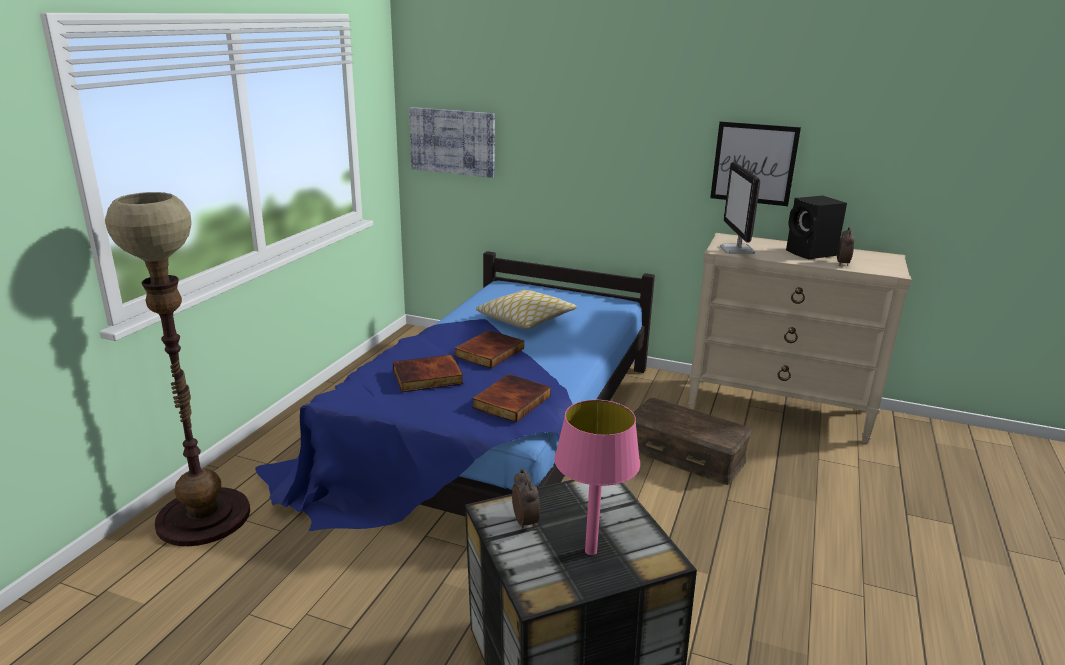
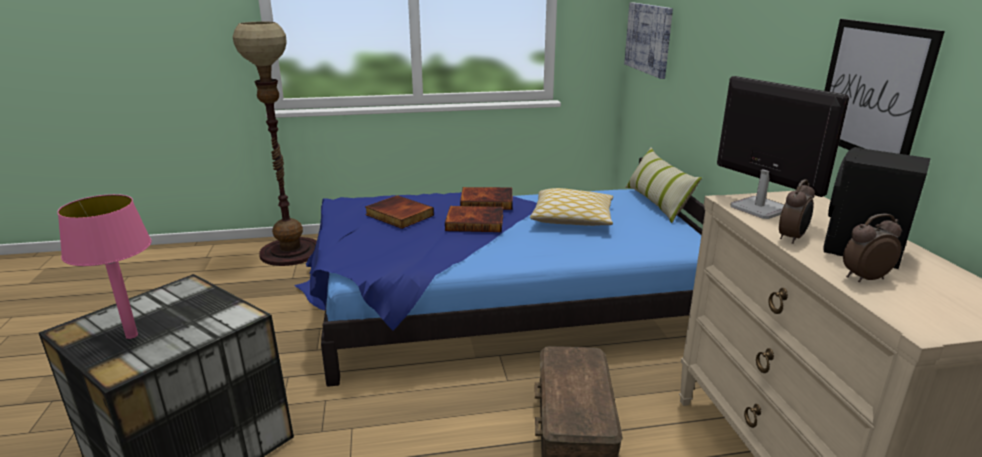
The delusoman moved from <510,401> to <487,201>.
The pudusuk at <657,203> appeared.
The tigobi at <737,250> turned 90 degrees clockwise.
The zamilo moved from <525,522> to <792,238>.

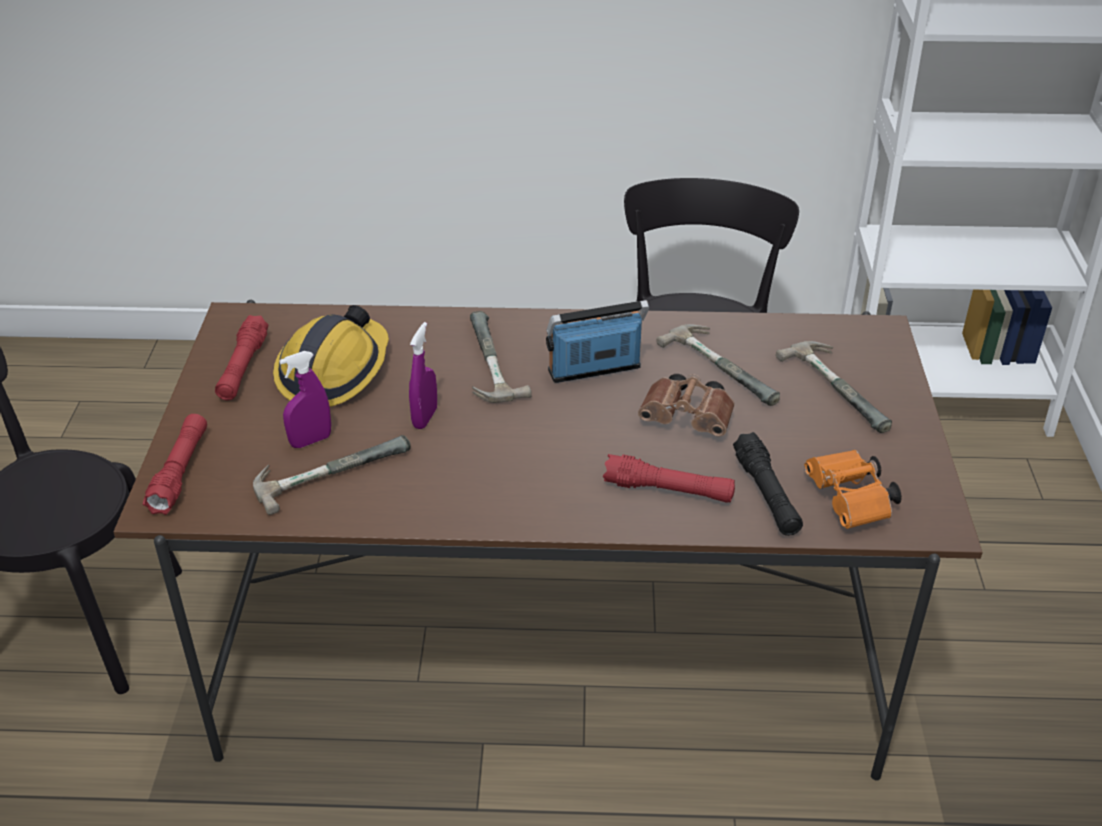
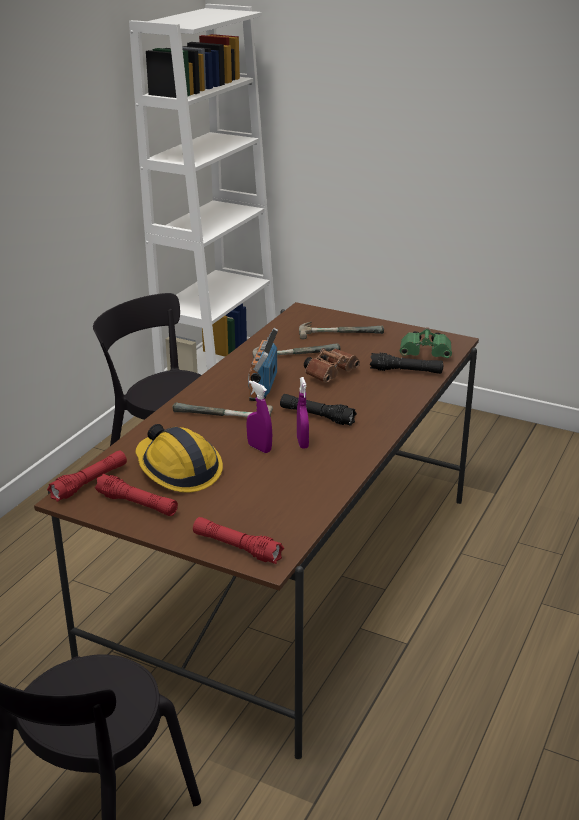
The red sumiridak moved from <668,490> to <89,482>.
The black sumiridak at <317,416> appeared.
The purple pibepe moved from <310,441> to <302,443>.
The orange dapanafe at <851,502> became the green dapanafe at <426,354>.
The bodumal at <329,469> disappeared.

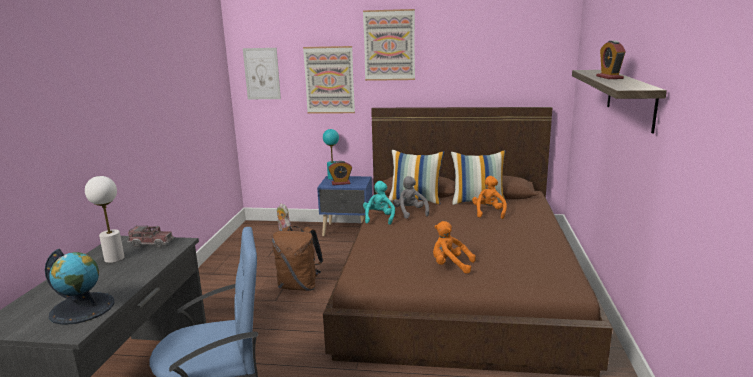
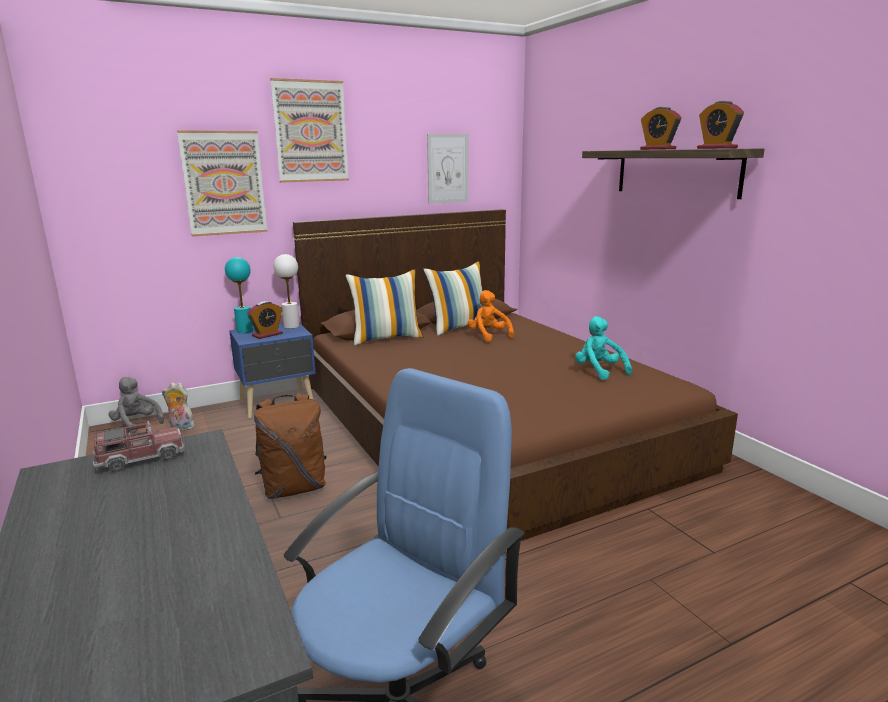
The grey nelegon moved from <410,213> to <136,424>.
The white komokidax moved from <114,258> to <291,326>.
The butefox moved from <262,73> to <448,168>.
The turquoise nelegon moved from <379,218> to <599,371>.
The zamilo at <716,148> appeared.
The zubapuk at <82,308> disappeared.
The orange nelegon at <450,266> disappeared.

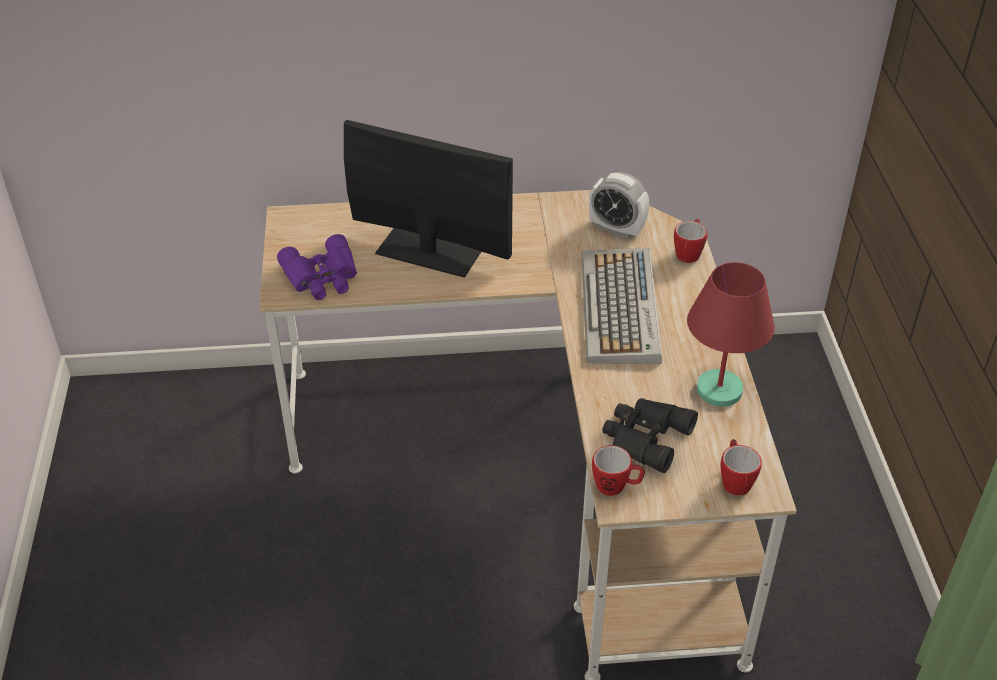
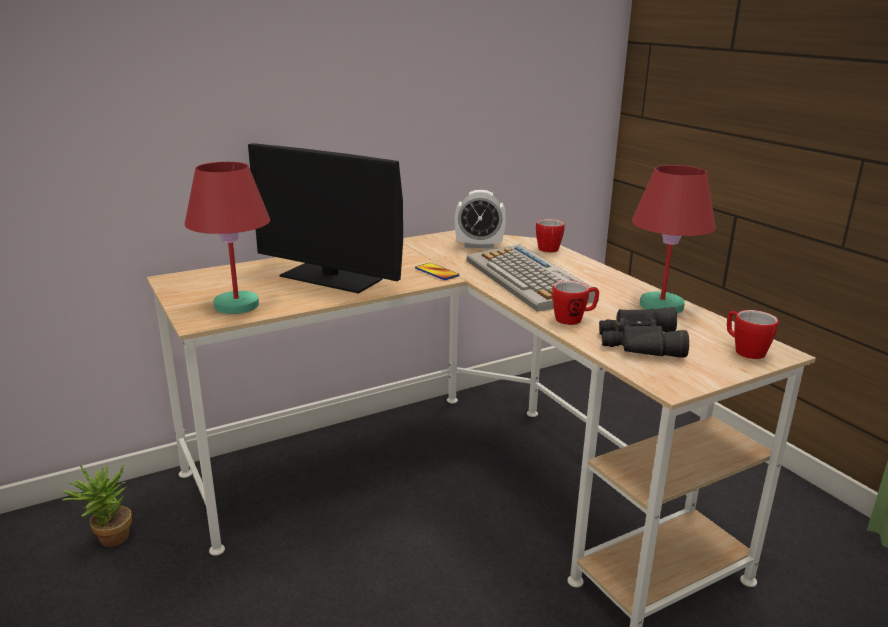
The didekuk at <108,540> appeared.
The purple dapanafe at <322,277> was replaced by the red komokidax at <236,306>.
The tigobi at <428,252> turned 150 degrees counterclockwise.
The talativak at <437,272> appeared.
The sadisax moved from <616,486> to <574,319>.

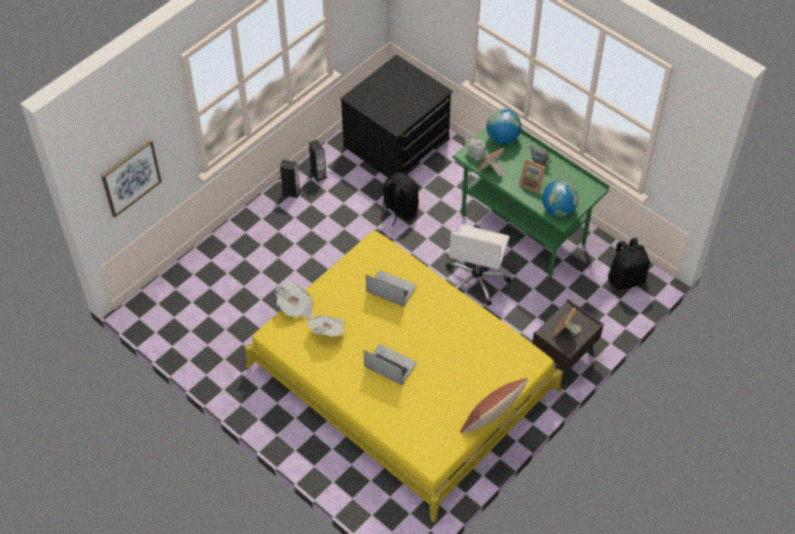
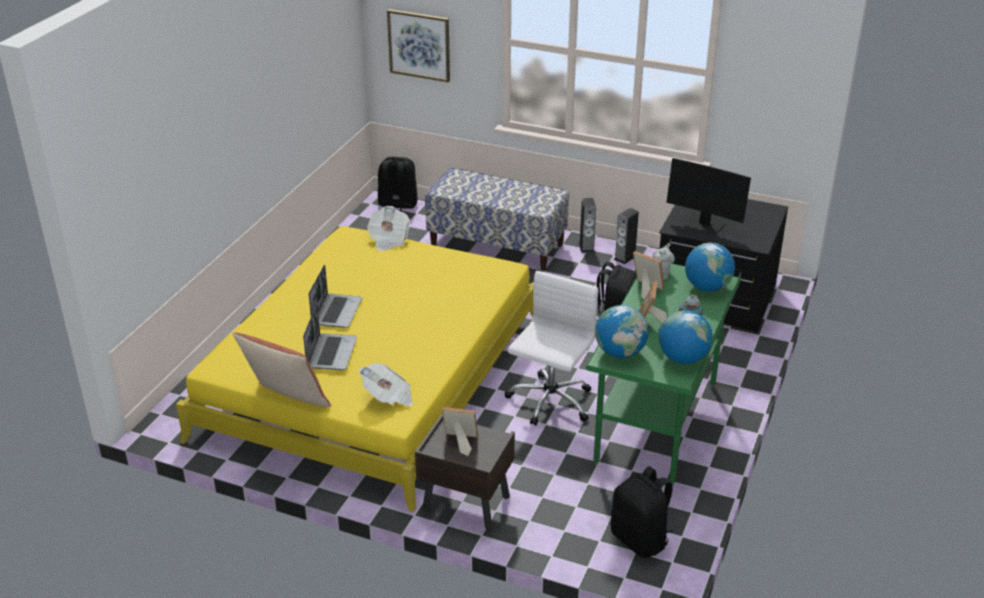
The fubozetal moved from <390,289> to <331,353>.
The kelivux moved from <328,331> to <388,397>.
The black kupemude at <397,205> appeared.
The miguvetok at <497,245> appeared.
The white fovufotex at <476,280> turned 120 degrees clockwise.
The zubapuk at <683,358> appeared.
The tigobi at <704,224> appeared.

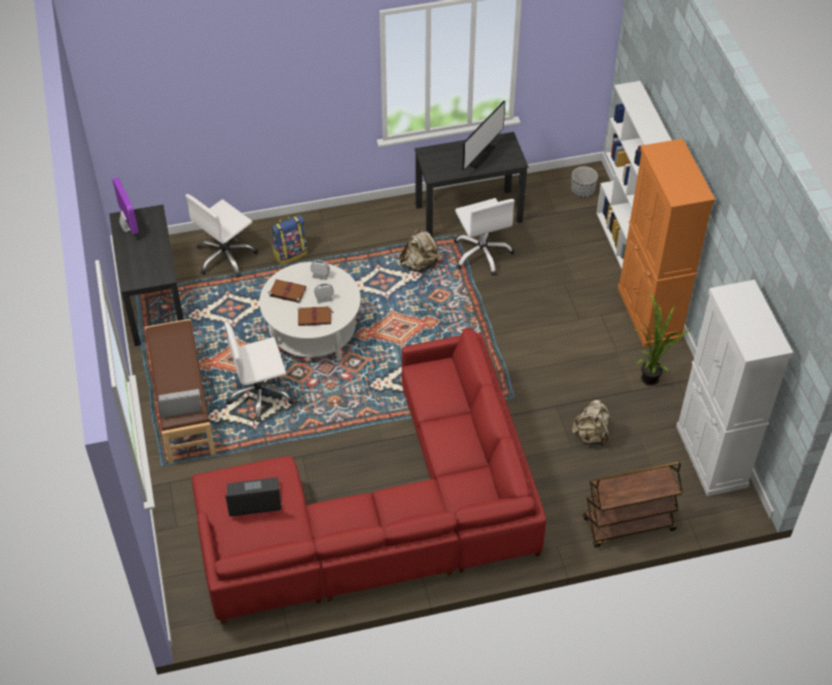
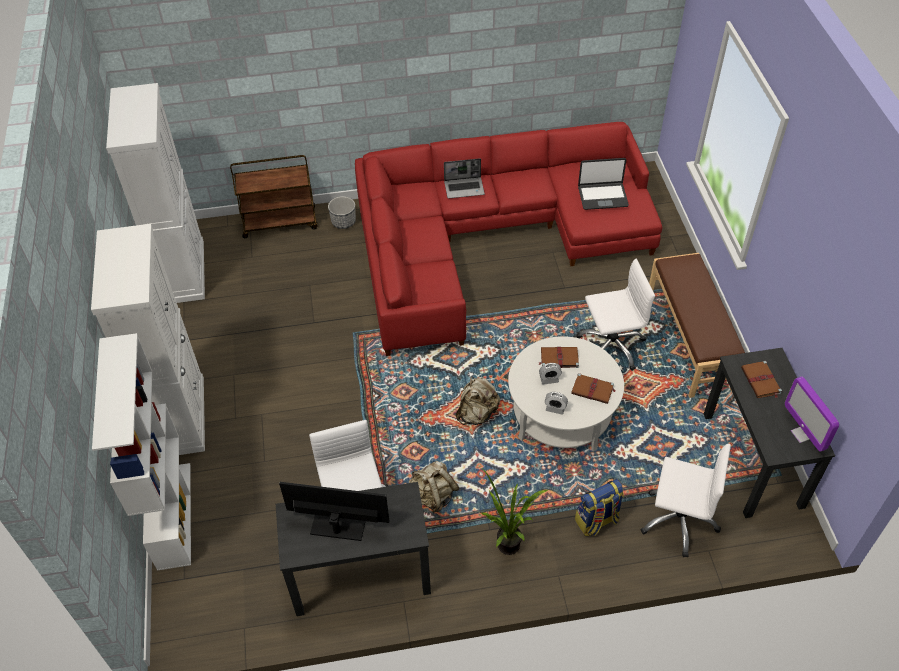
The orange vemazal at <649,314> became the white vemazal at <181,416>.
The tigobi at <479,155> turned 60 degrees clockwise.
The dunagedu moved from <582,191> to <343,222>.
The fubozetal moved from <179,405> to <464,188>.
The beige kupemude moved from <591,435> to <477,414>.
The didekuk moved from <650,376> to <507,550>.
The white fovufotex at <226,257> turned 60 degrees clockwise.
The brown delusoman at <761,381> appeared.

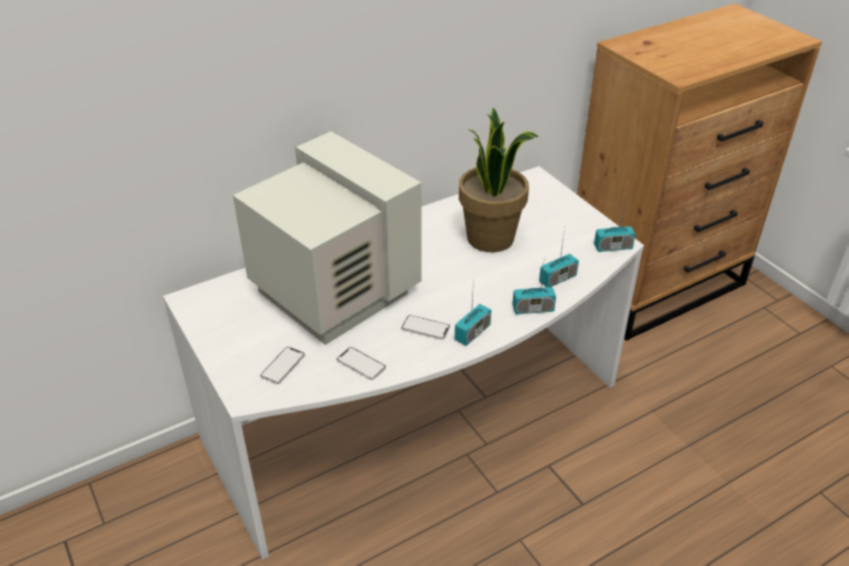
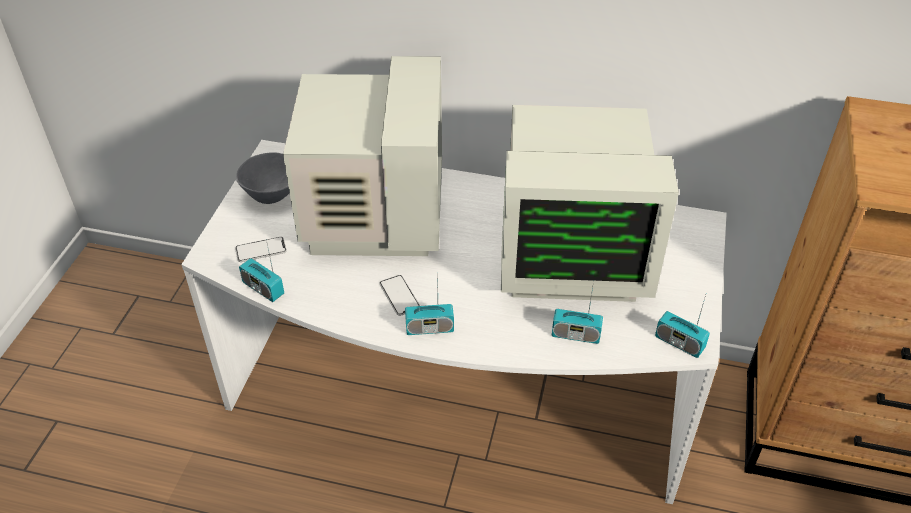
The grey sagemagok at <273,195> appeared.
The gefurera moved from <533,309> to <263,288>.
The didekuk at <491,238> was replaced by the tigobi at <570,255>.
The talativak at <361,364> disappeared.

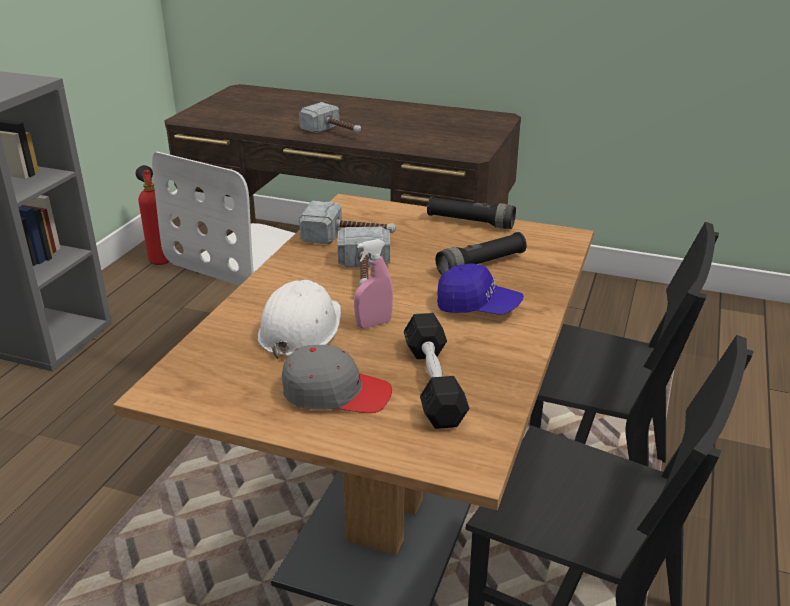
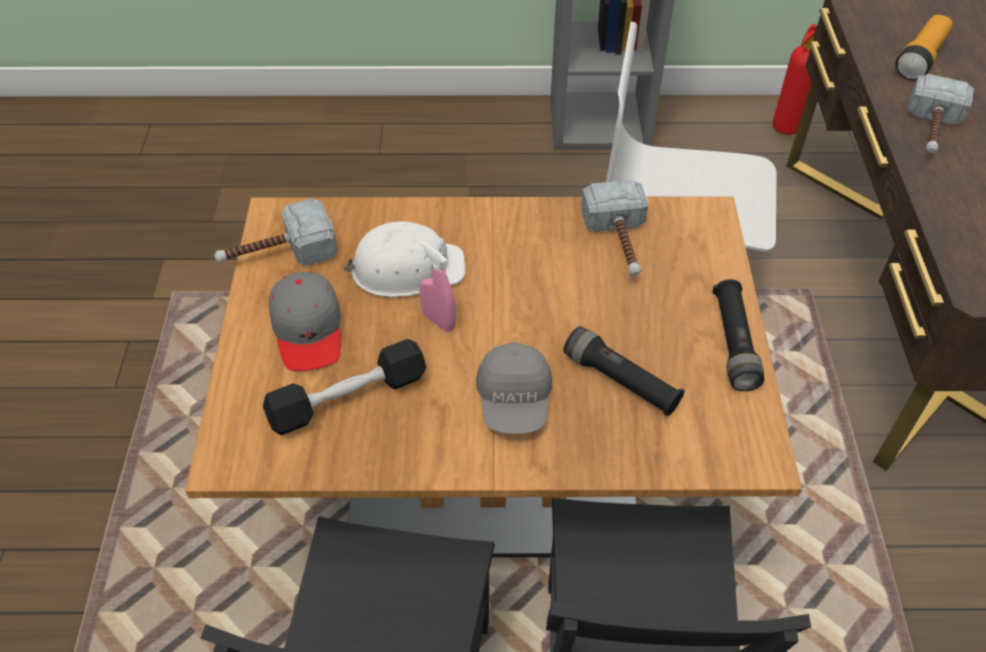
The bodumal moved from <364,275> to <277,254>.
The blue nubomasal at <478,307> became the grey nubomasal at <514,401>.
The sumiridak at <920,59> appeared.

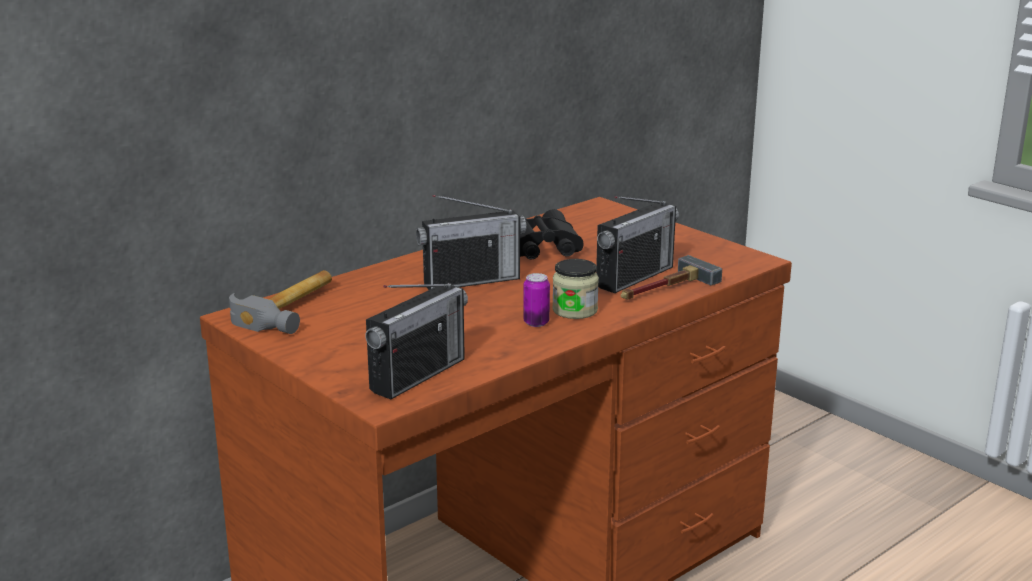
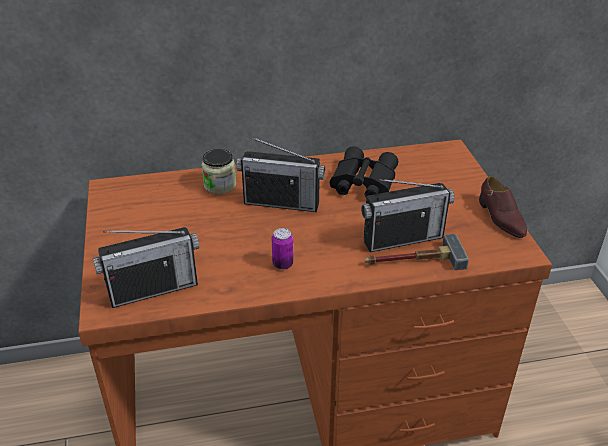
The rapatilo moved from <575,310> to <220,185>.
The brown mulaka at <500,218> appeared.
The bodumal at <293,308> disappeared.

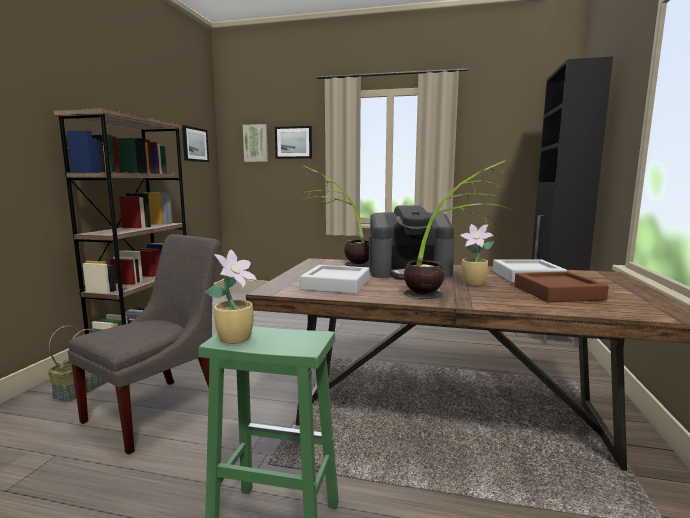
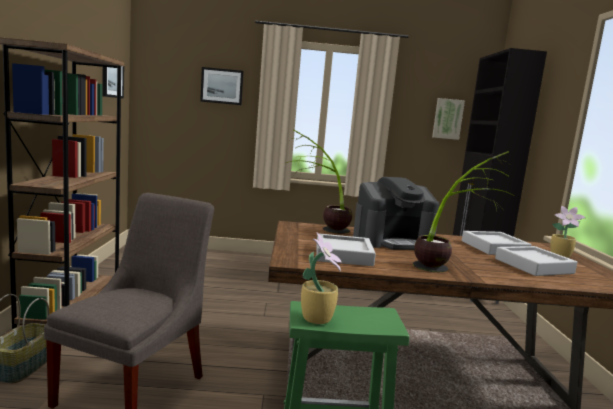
The butefox moved from <256,143> to <447,119>.
The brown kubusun at <557,293> became the grey kubusun at <533,266>.
The didekuk moved from <474,283> to <561,256>.

